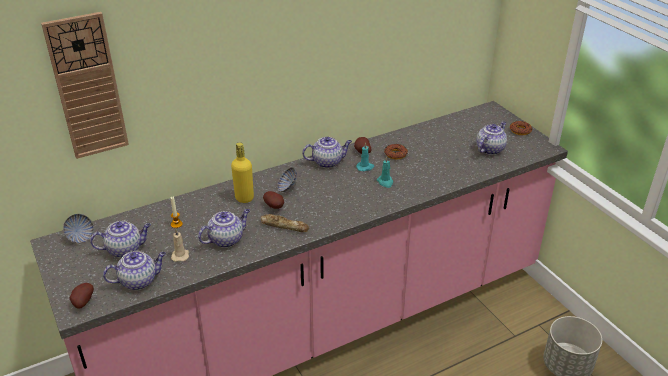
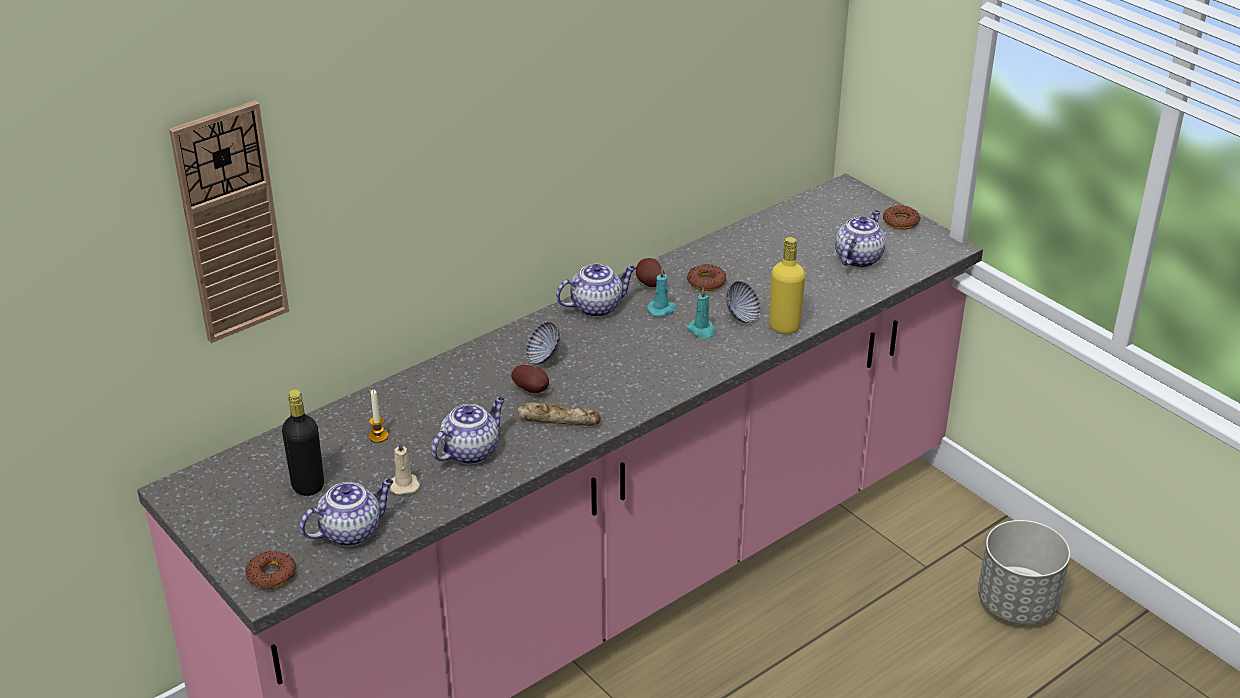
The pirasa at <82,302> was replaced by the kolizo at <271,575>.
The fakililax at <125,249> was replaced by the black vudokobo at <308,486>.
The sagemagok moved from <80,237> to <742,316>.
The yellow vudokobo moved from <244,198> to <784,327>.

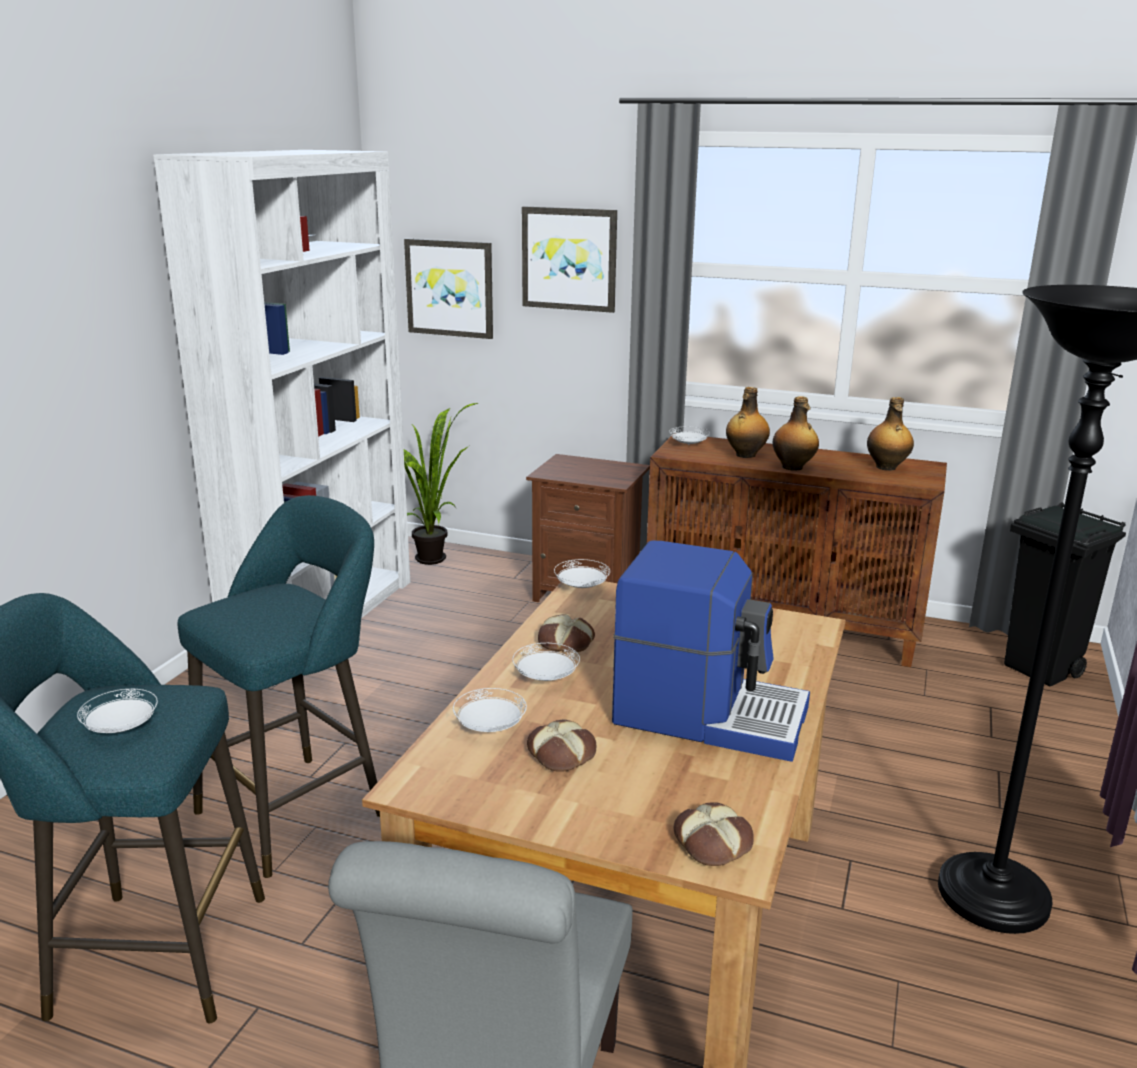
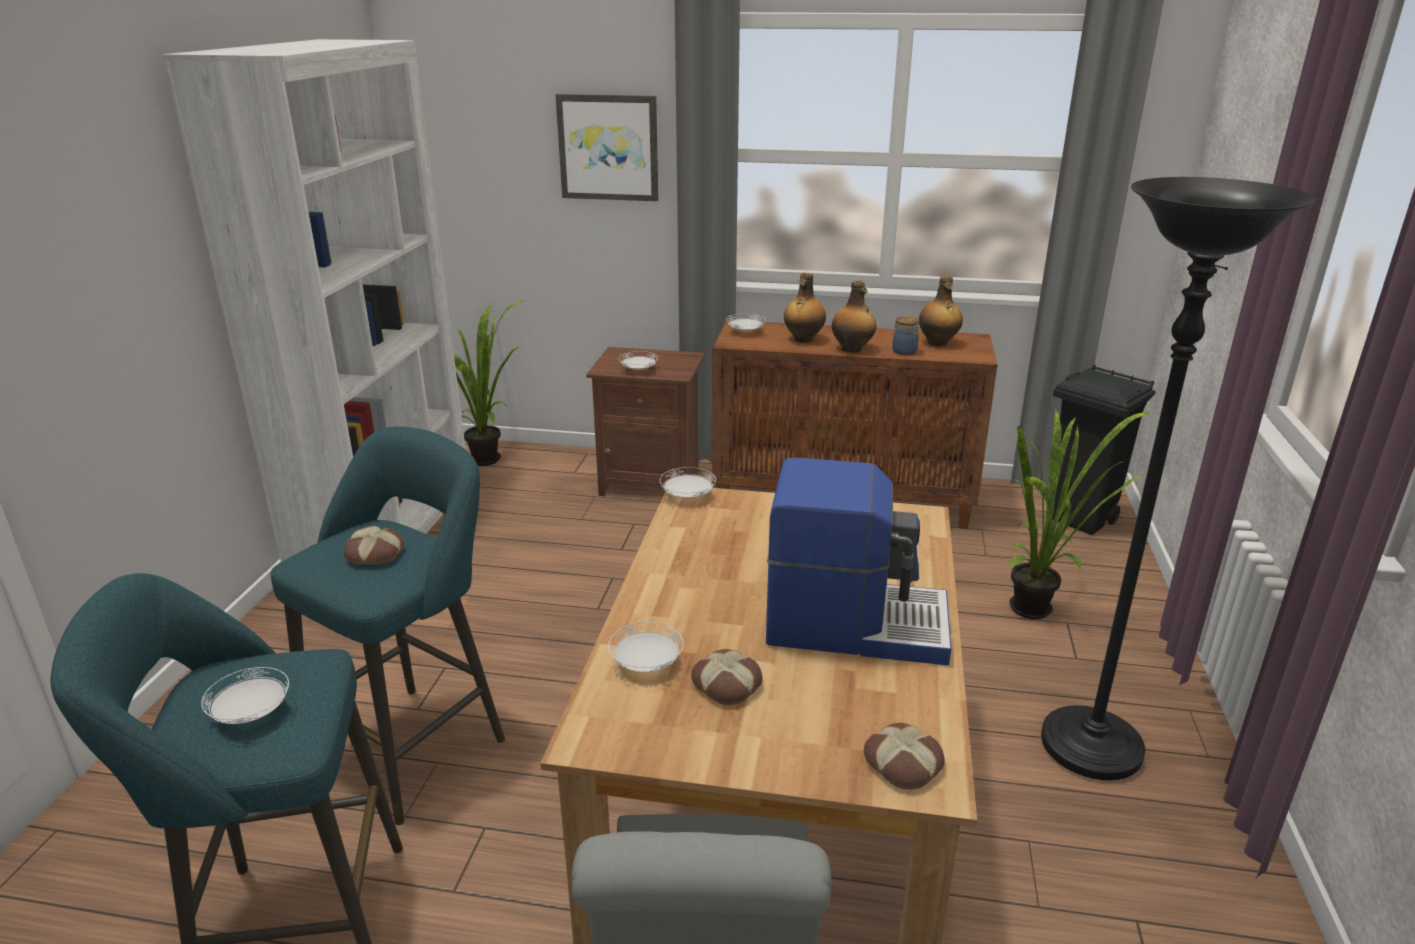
The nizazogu moved from <565,642> to <374,554>.
The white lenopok moved from <545,678> to <638,370>.
The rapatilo at <905,352> appeared.
The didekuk at <1040,612> appeared.
The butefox at <450,288> disappeared.

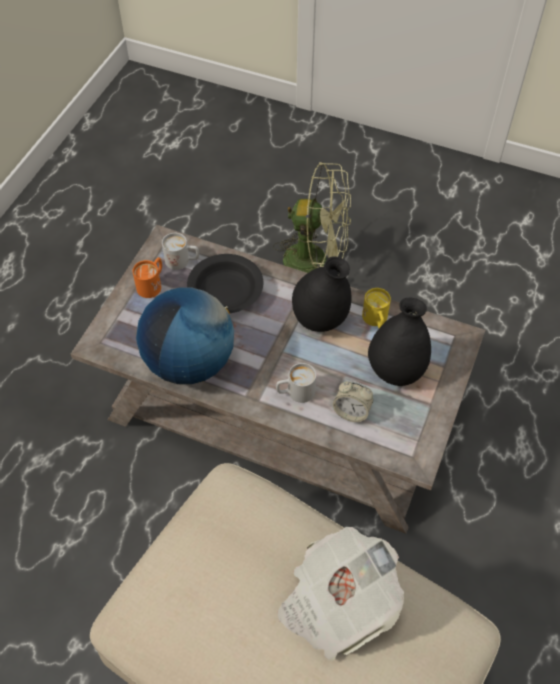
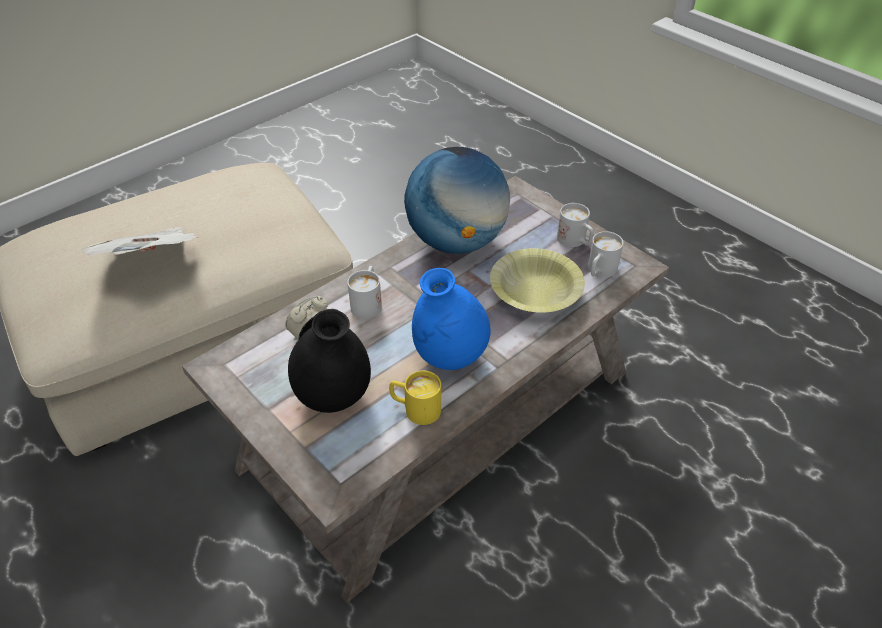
The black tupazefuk at <320,319> became the blue tupazefuk at <449,357>.
The black sagemagok at <225,292> became the yellow sagemagok at <535,291>.
The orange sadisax at <152,284> became the white sadisax at <575,241>.
The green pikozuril at <315,260> disappeared.

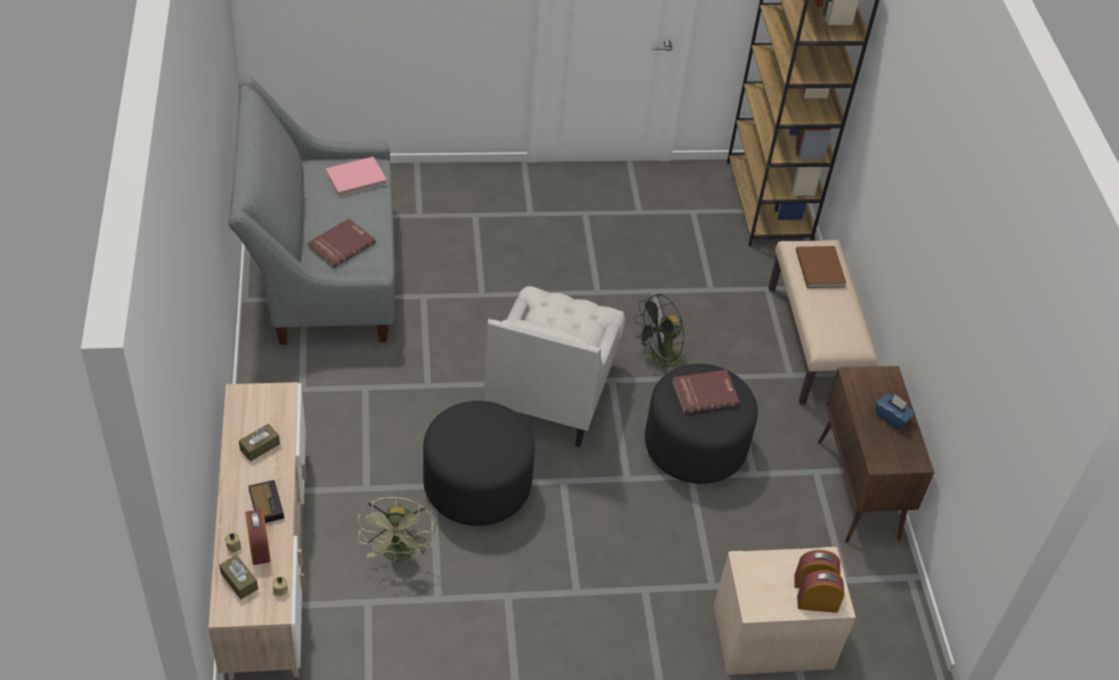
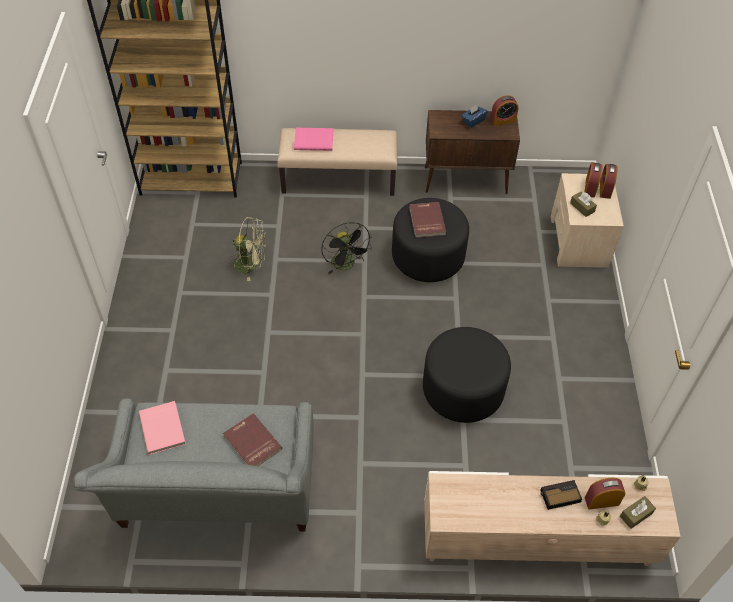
The green pikozuril moved from <399,555> to <251,265>.
The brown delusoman at <821,269> became the pink delusoman at <313,140>.
The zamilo at <503,120> appeared.
The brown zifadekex moved from <260,447> to <582,207>.
The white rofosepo at <551,392> disappeared.

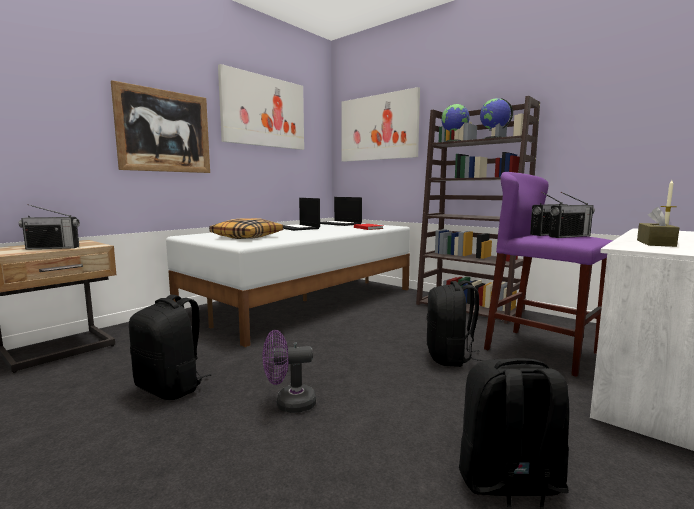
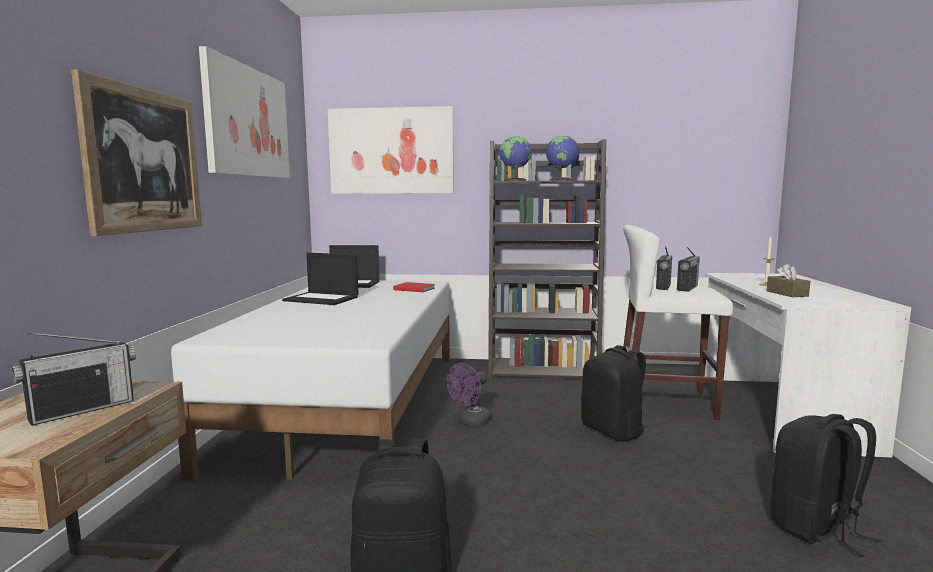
The purple pikozuril moved from <289,404> to <470,421>.
The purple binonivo at <541,351> became the white binonivo at <665,403>.
The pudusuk at <247,237> disappeared.

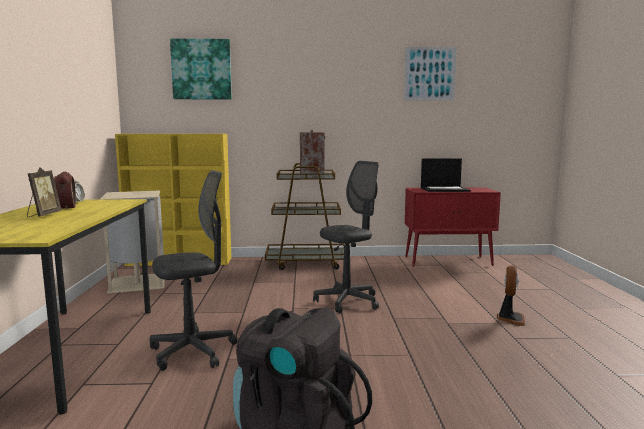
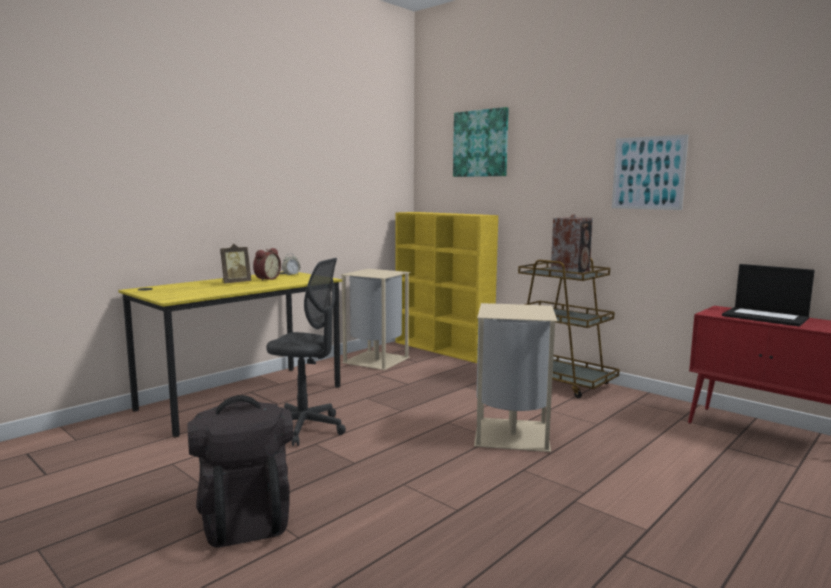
The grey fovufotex at <347,301> was replaced by the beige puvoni at <513,435>.
The butefox moved from <429,73> to <648,173>.
The pikozuril at <510,319> disappeared.

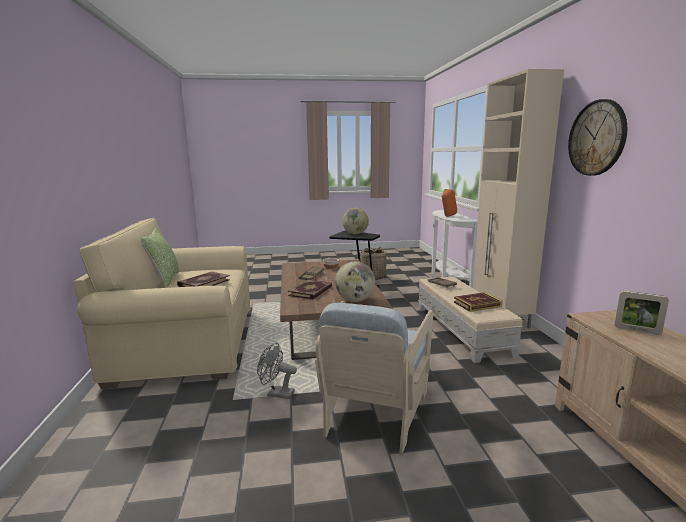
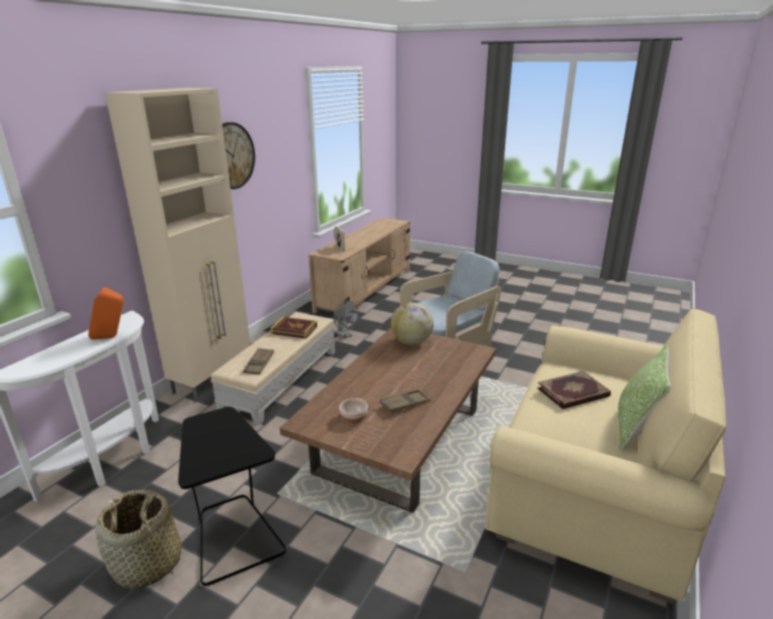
The grey pikozuril moved from <276,393> to <345,335>.
The delusoman at <311,291> disappeared.
The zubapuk at <355,234> disappeared.

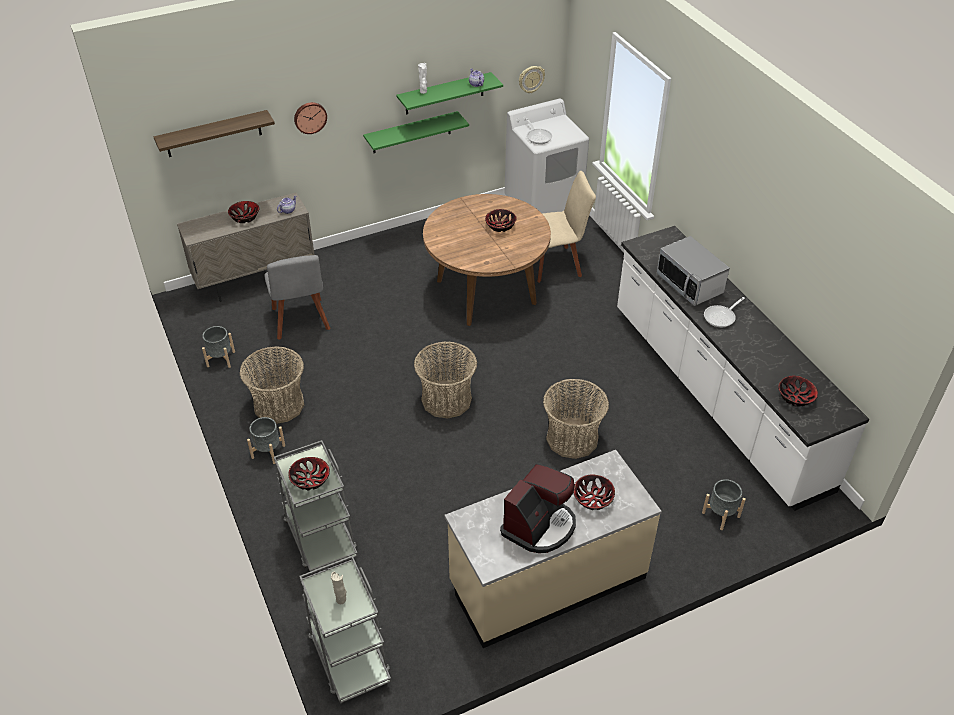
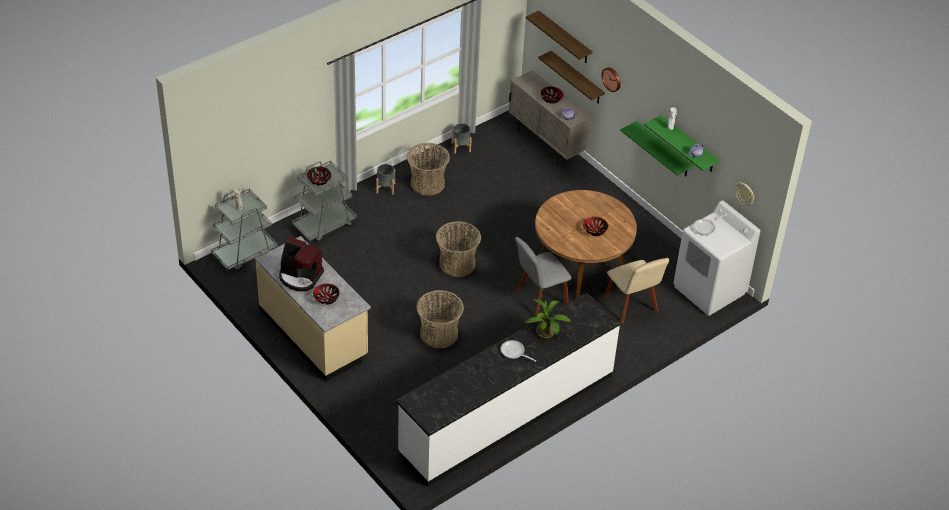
The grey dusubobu moved from <301,321> to <539,298>.
The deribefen at <690,284> was replaced by the didekuk at <547,333>.
The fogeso at <577,78> appeared.
The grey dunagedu at <720,515> disappeared.
The sagemagok at <795,397> disappeared.

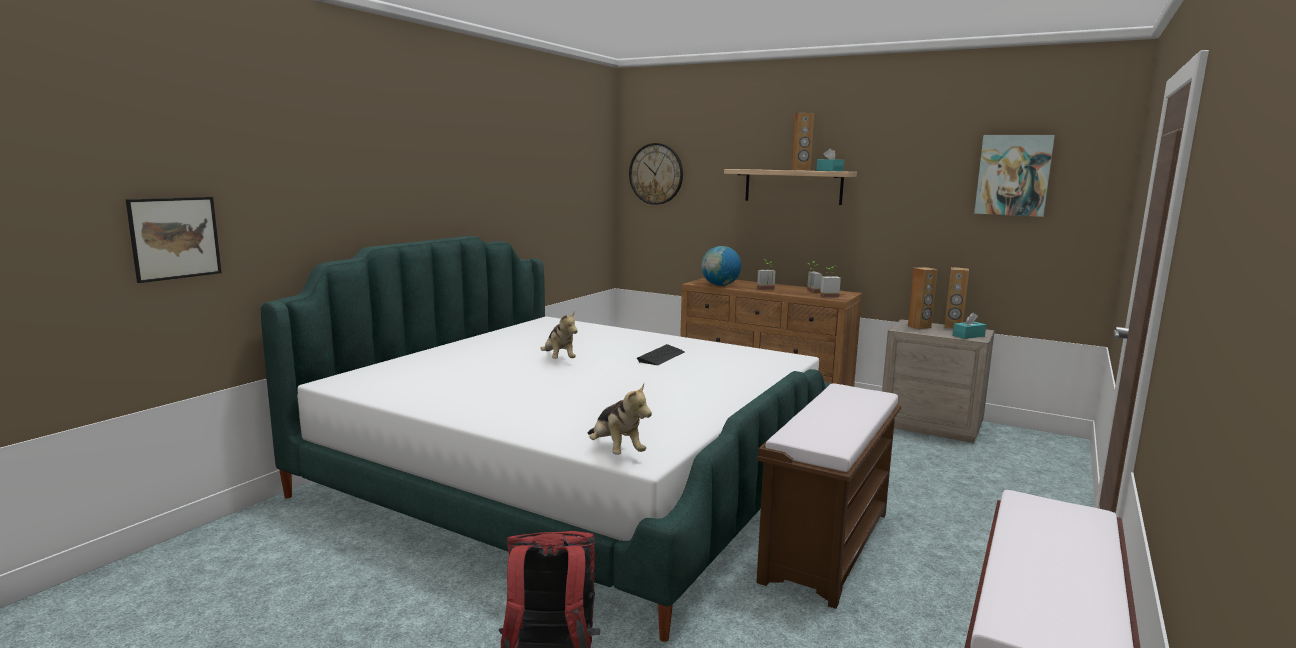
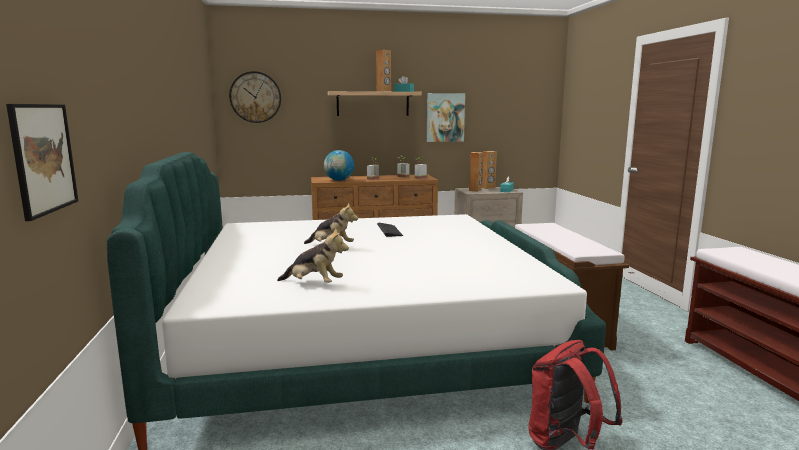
The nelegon moved from <616,451> to <314,284>.
The butefox moved from <1013,175> to <445,117>.

